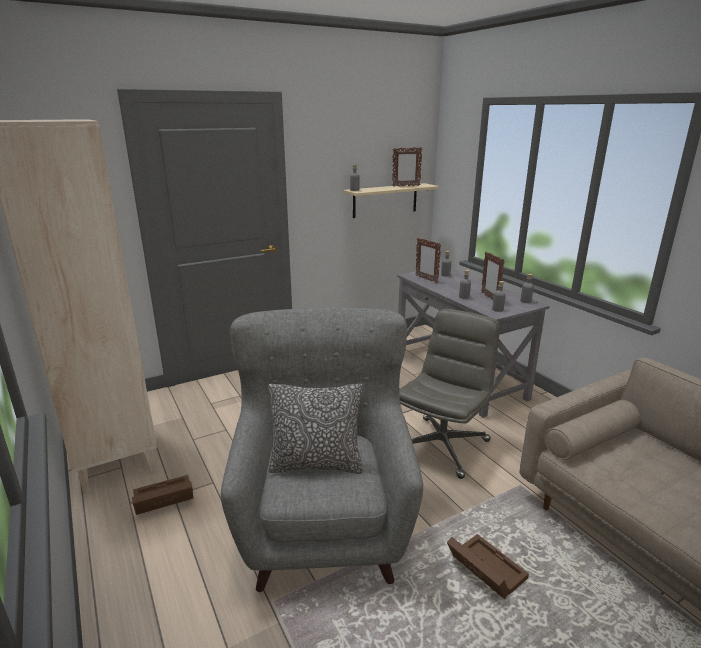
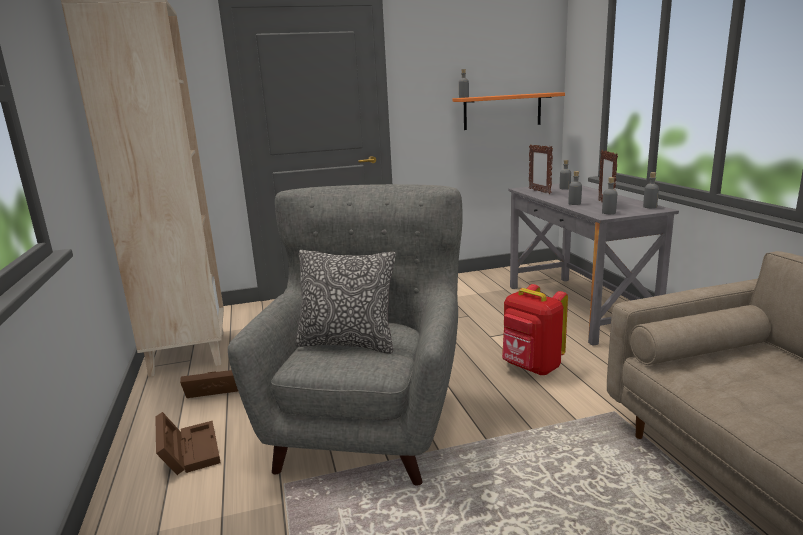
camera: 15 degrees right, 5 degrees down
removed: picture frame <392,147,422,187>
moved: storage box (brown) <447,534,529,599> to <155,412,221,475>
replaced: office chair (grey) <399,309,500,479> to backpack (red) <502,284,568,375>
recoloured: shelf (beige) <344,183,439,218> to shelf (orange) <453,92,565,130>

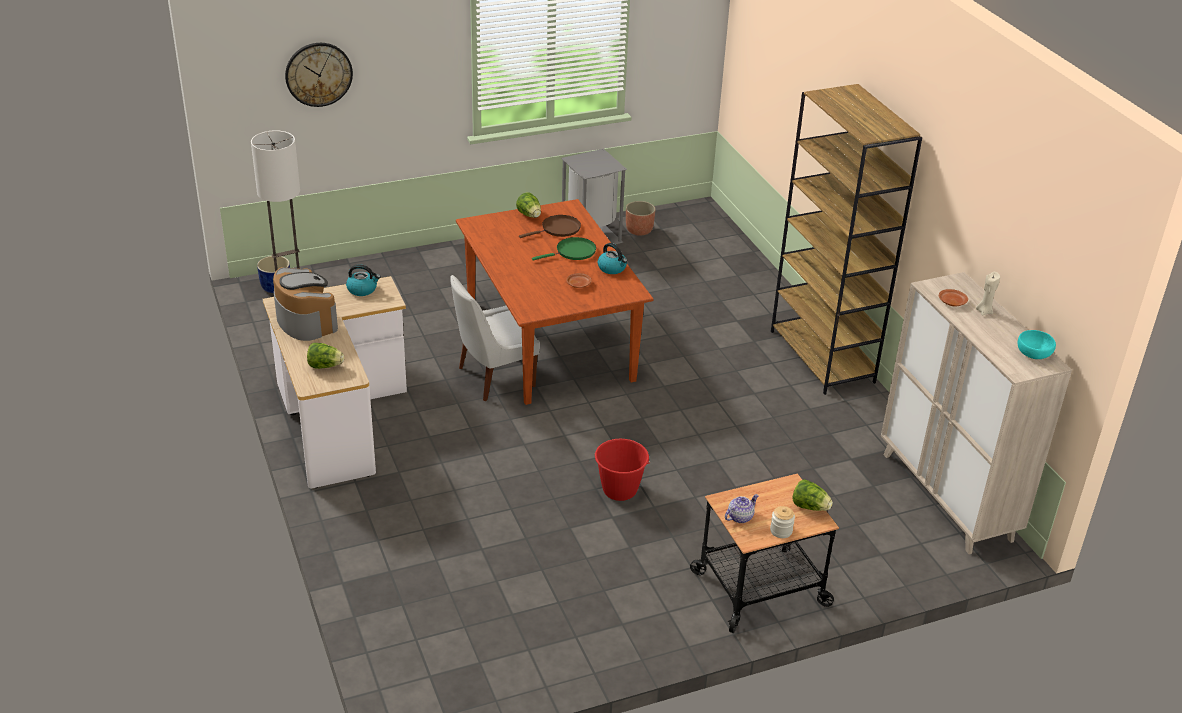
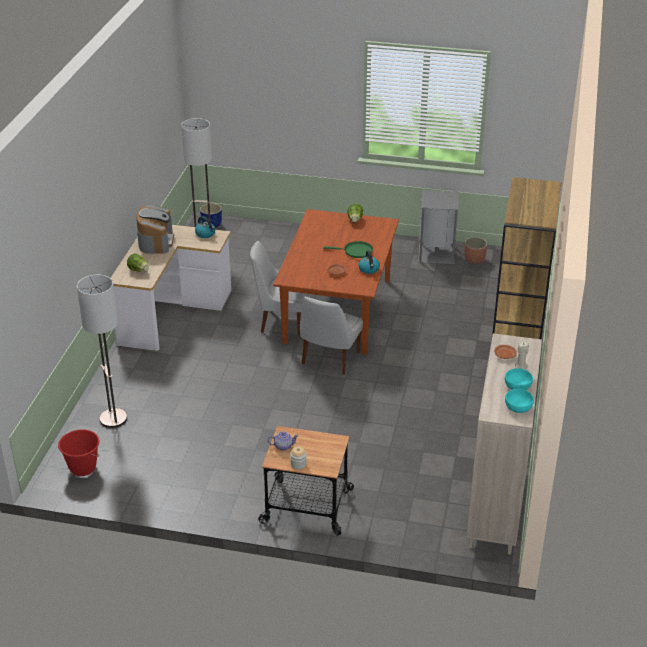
camera: 35 degrees right, 0 degrees up
removed: wall clock <285,43,353,107>; frying pan (brown) <519,215,581,238>; lettuce <792,479,833,511>
added: floor lamp <77,275,127,428>; chair (white) <300,296,363,375>; bowl (turquoise) <505,368,533,390>
moved: bucket (red) <594,439,650,501> to <58,429,100,476>

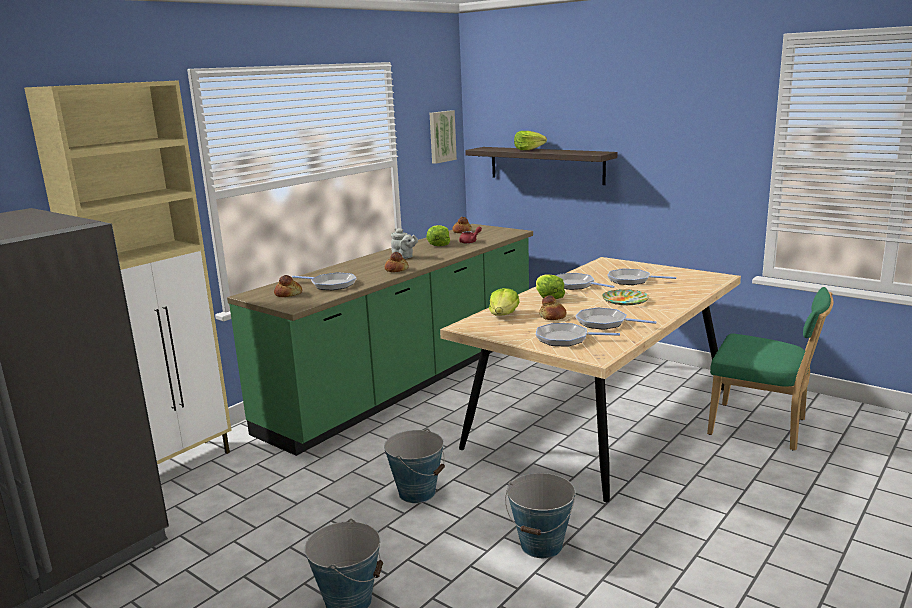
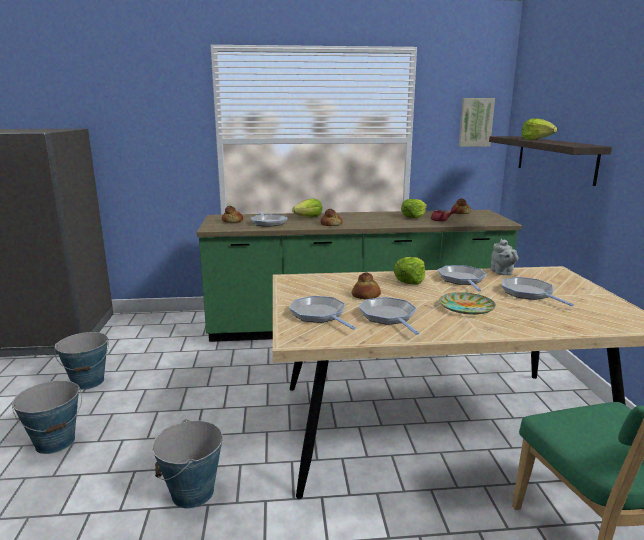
camera: 45 degrees right, 0 degrees up
removed: cabinet (beige) <24,80,232,465>
moved: bucket <384,429,445,503> to <55,332,109,390>; teapot (grey) <391,228,418,259> to <491,239,518,276>; lettuce <489,288,520,315> to <292,199,322,217>

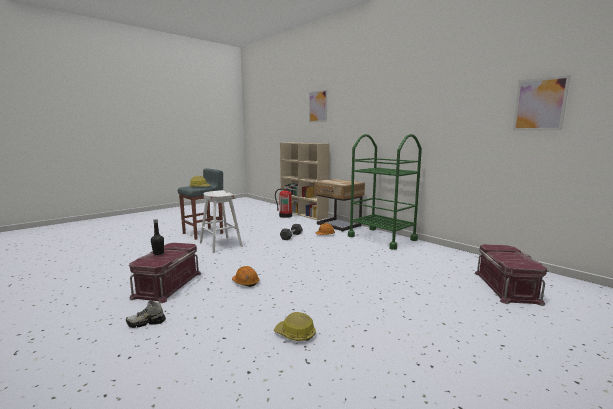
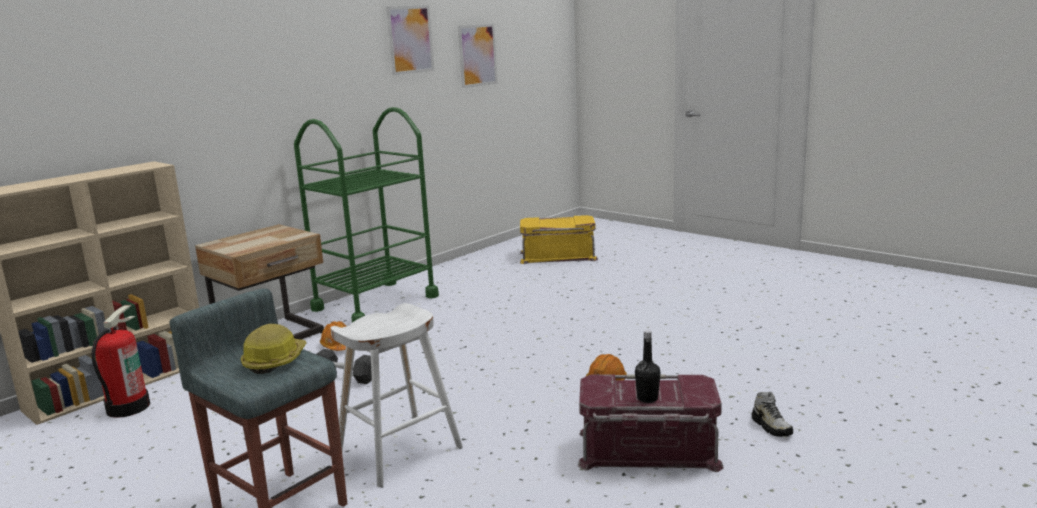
camera: 95 degrees left, 5 degrees up
removed: hard hat <274,312,316,341>
moved: picture <309,90,327,122> to <386,5,434,75>
recoloured: storage box (red) <474,244,549,306> to storage box (yellow) <520,215,598,264>

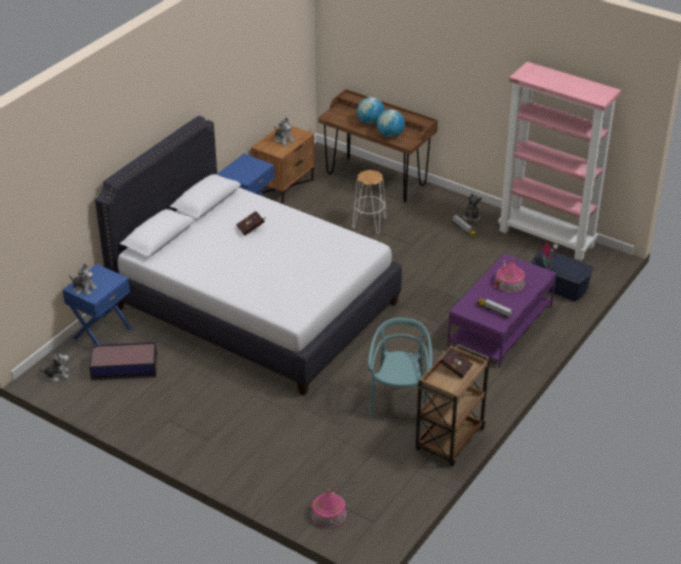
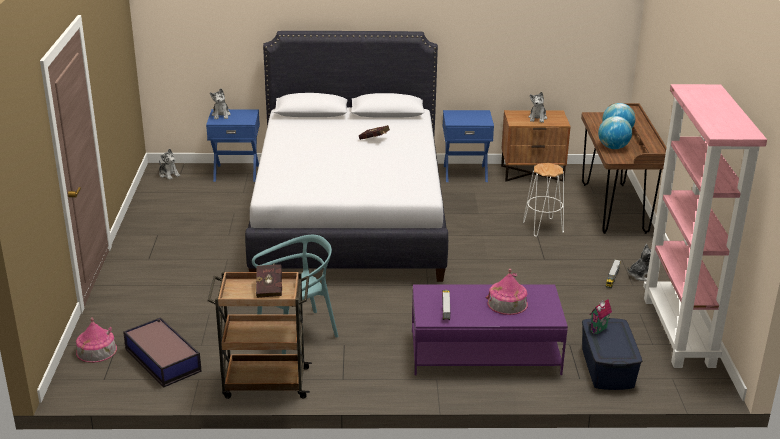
camera: 55 degrees right, 10 degrees down
moved: storage box <89,342,157,380> to <123,317,202,388>

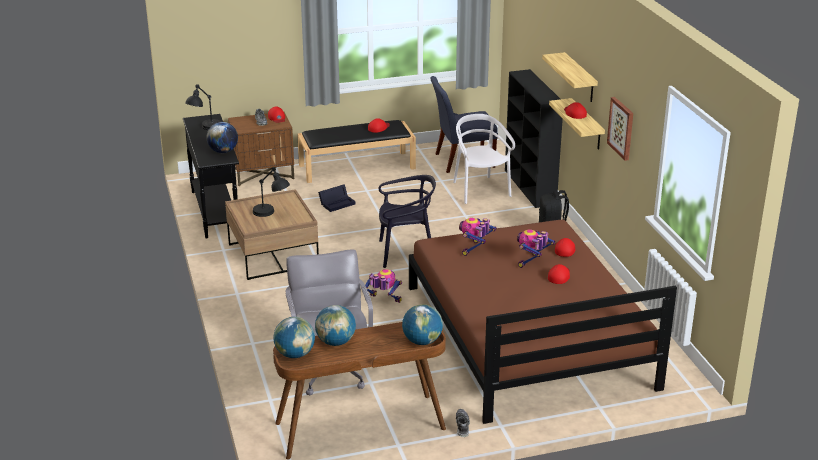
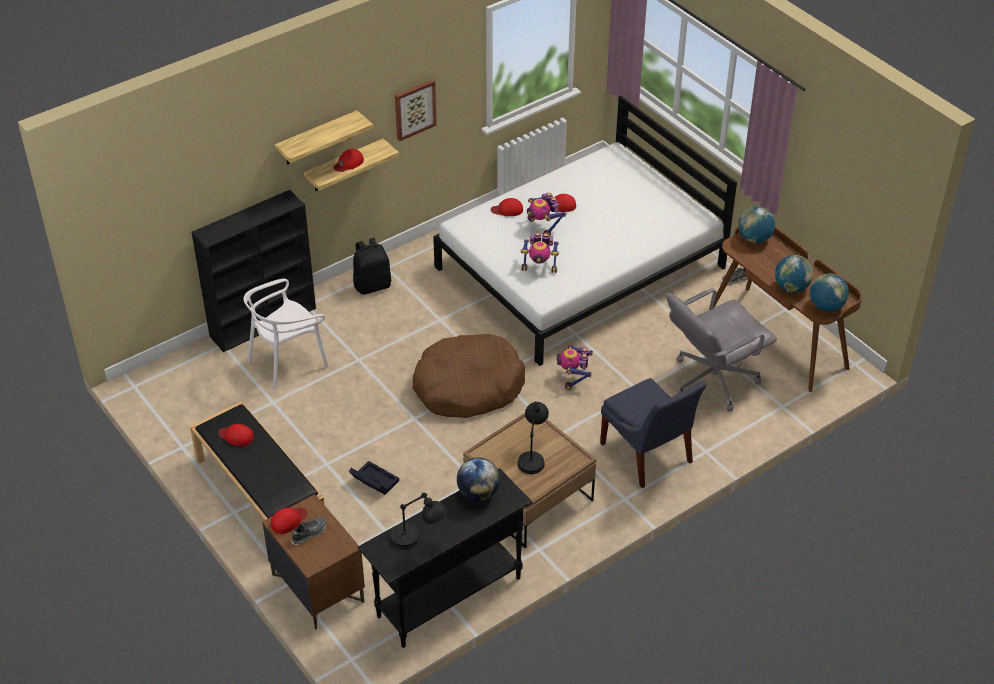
camera: 110 degrees left, 15 degrees up
moved: chair (blue) <430,76,498,173> to <600,378,707,488>
replaced: chair (black) <379,175,436,268> to dog bed (brown) <413,334,525,418>
recoloured: bed (brown) <409,220,677,424> to bed (white) <433,96,737,366>
turned: toy robot <517,230,556,268> = <527,192,566,237> 45 degrees clockwise

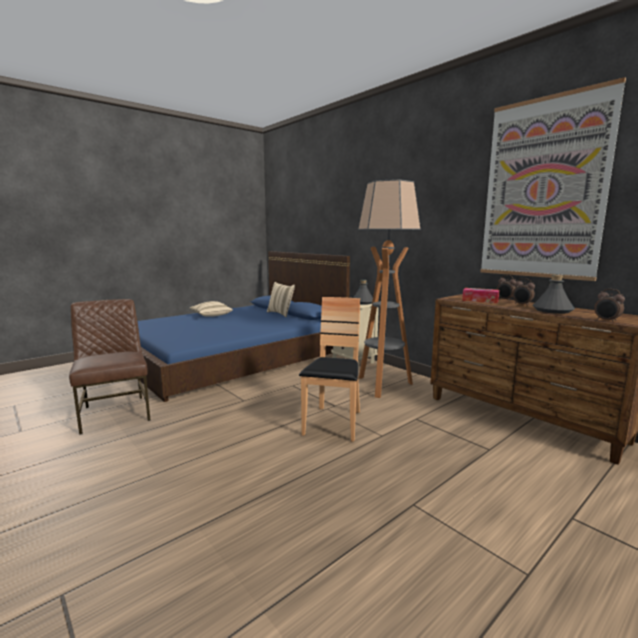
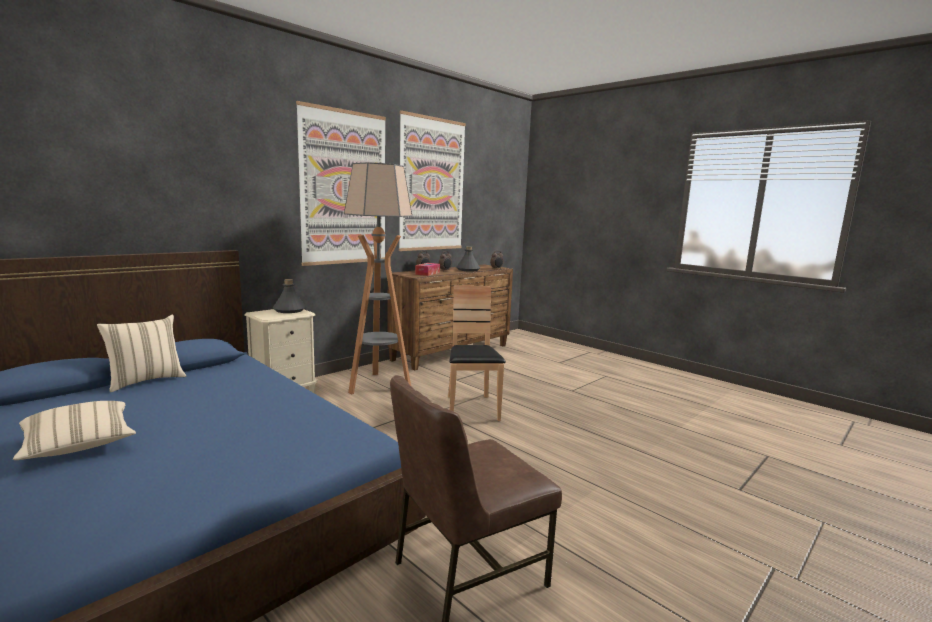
camera: 95 degrees left, 0 degrees up
added: picture <296,101,386,266>
turned: chair (brown) <299,297,360,442> = <448,285,506,421> 75 degrees clockwise

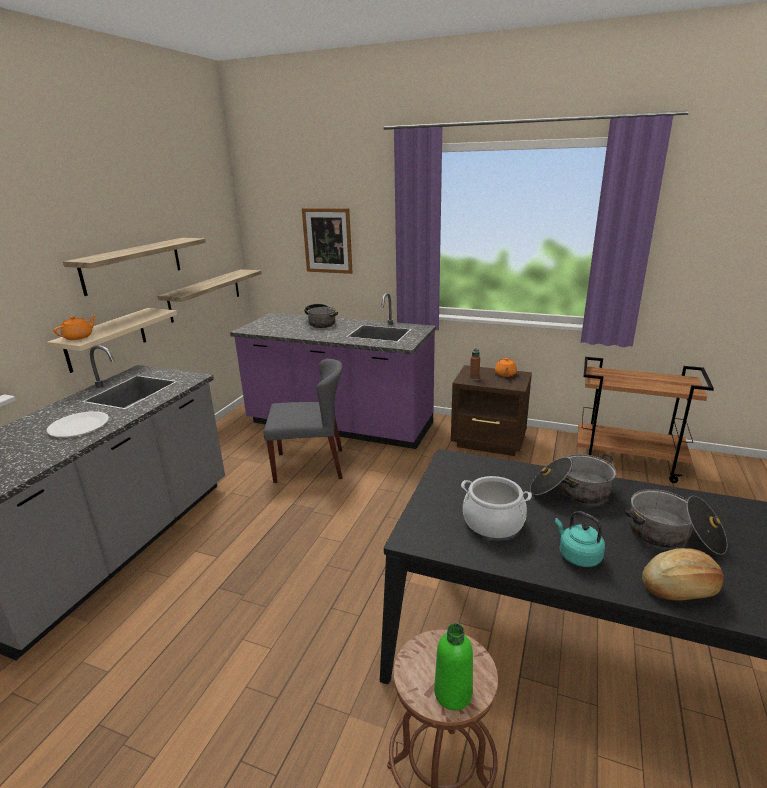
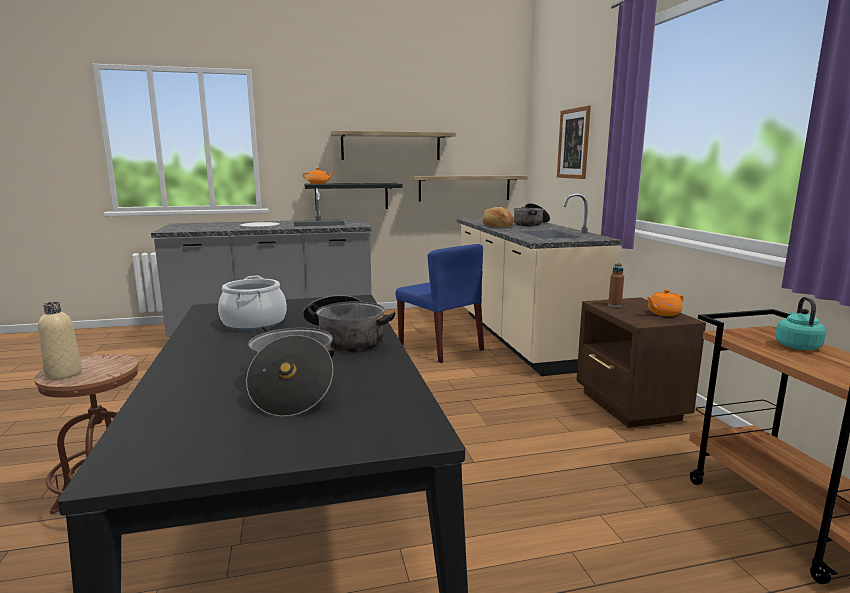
camera: 55 degrees right, 10 degrees down
moved: kettle (turquoise) <555,511,605,567> to <775,297,826,350>; bread <642,548,723,601> to <482,207,514,227>
recoloured: shelf (beige) <47,308,177,373> to shelf (black) <304,183,403,209>; counter (purple) <230,293,436,449> to counter (beige) <457,193,623,376>; chair (grey) <264,359,343,483> to chair (blue) <396,244,484,363>; bottle (green) <434,623,473,710> to bottle (beige) <38,302,82,380>

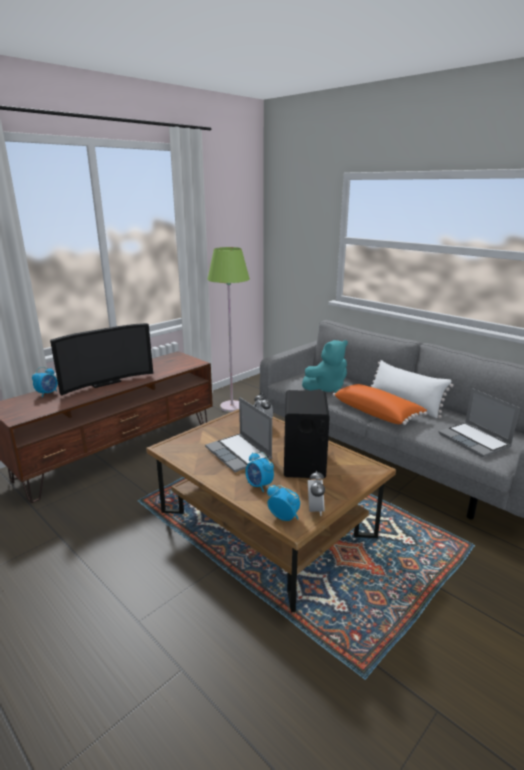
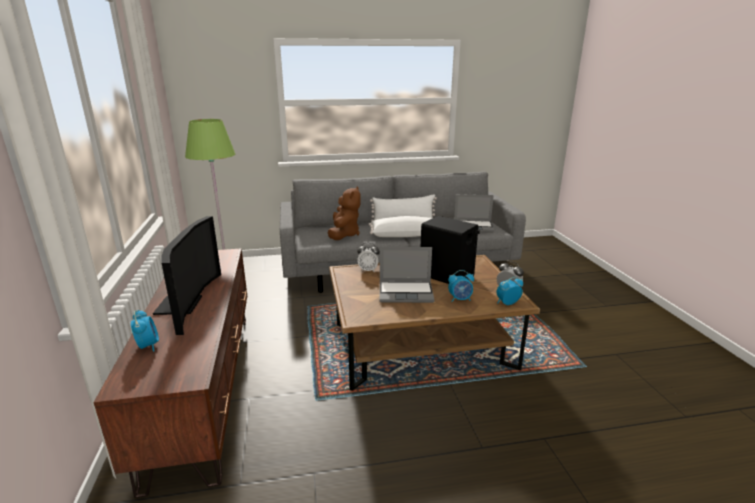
camera: 55 degrees left, 0 degrees up
recoloured: plush toy (turquoise) <302,340,348,393> to plush toy (brown) <328,186,361,240>; pillow (orange) <333,384,427,425> to pillow (white) <369,216,432,237>

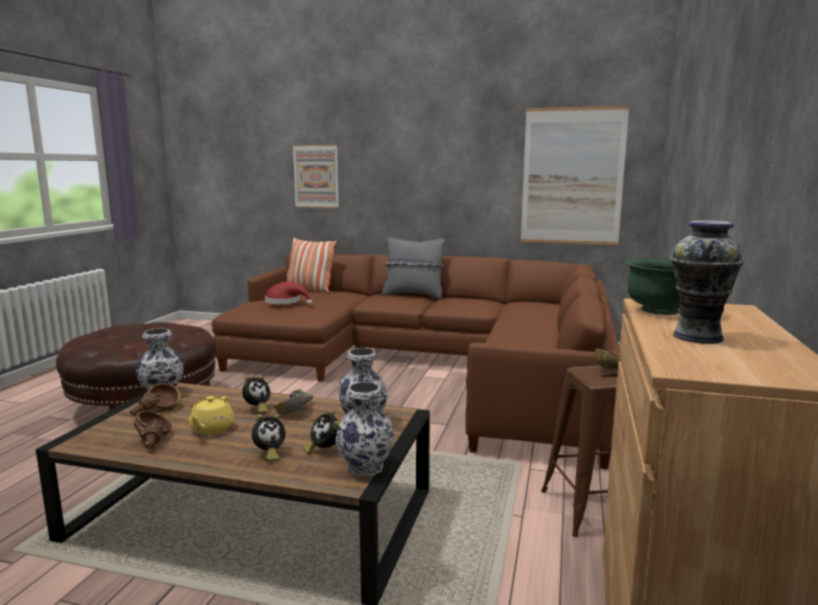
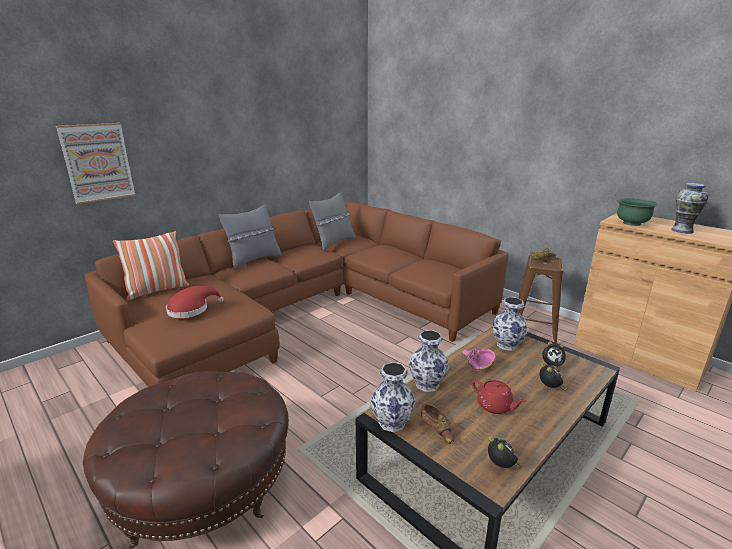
camera: 60 degrees left, 10 degrees up
removed: bowl (brown) <134,410,172,449>; picture <521,106,629,245>
added: pillow (grey) <309,193,355,251>
moved: alarm clock <242,376,270,414> to <488,436,522,468>; vase <335,382,394,476> to <409,330,449,392>
recoloured: teapot (yellow) <189,396,234,435> to teapot (red) <472,380,526,414>; bowl (grey) <273,389,313,415> to bowl (pink) <463,349,495,372>

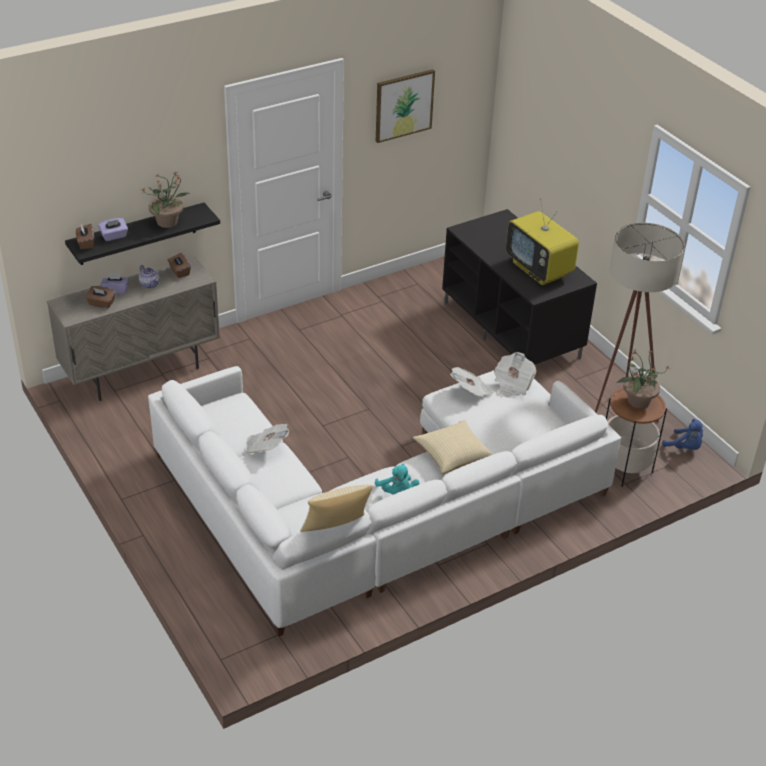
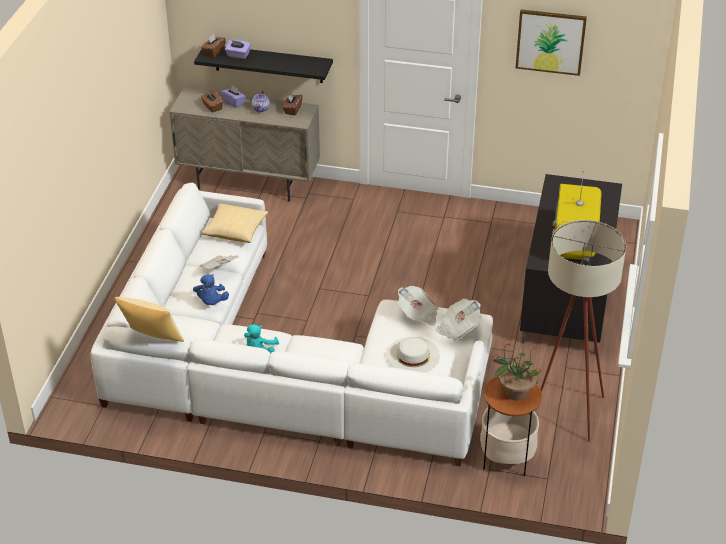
camera: 45 degrees right, 0 degrees up
removed: potted plant <142,171,191,228>
added: hat (white) <386,337,440,372>
moved: pillow <413,420,493,475> to <201,204,268,243>; plush toy (blue) <662,419,703,450> to <193,274,229,305>

